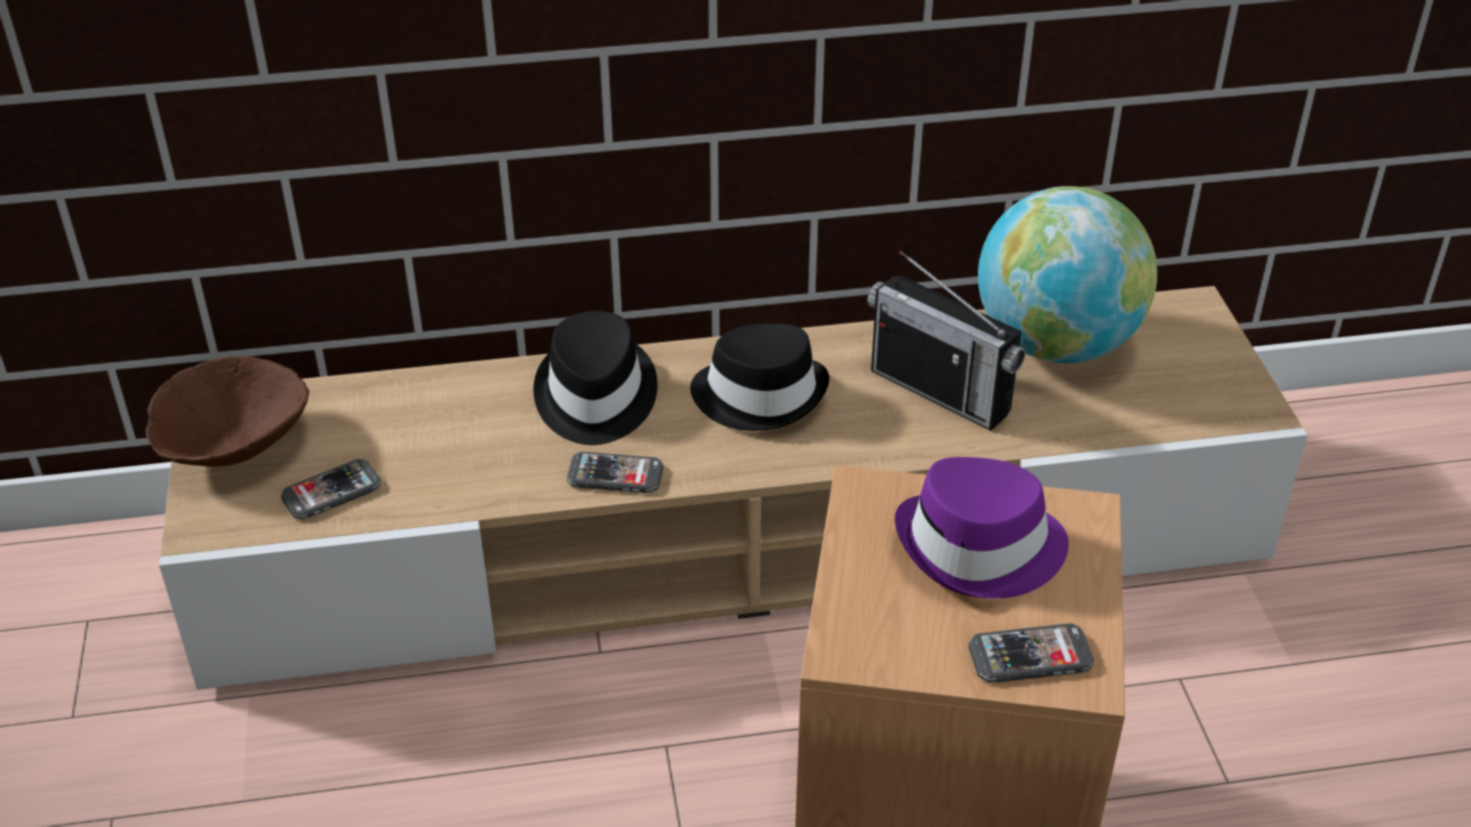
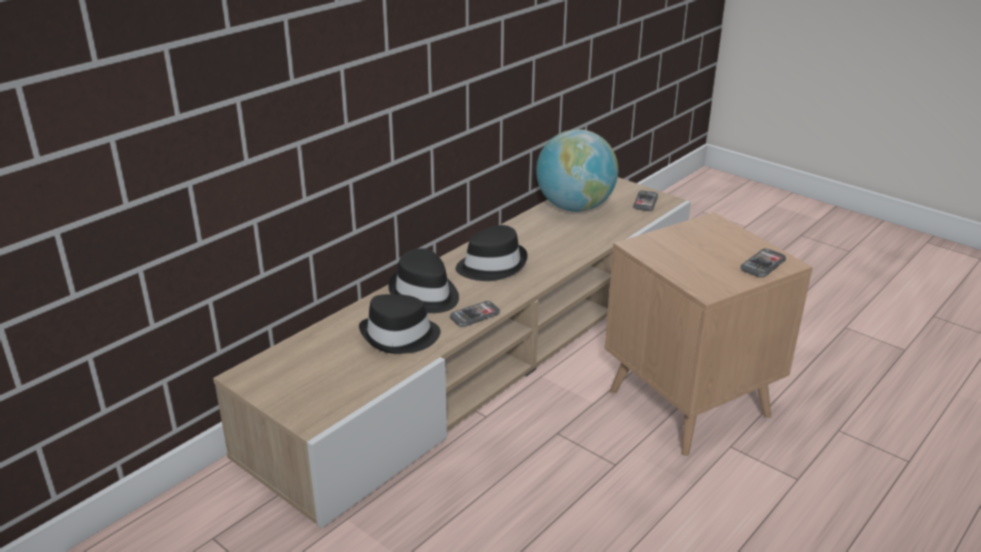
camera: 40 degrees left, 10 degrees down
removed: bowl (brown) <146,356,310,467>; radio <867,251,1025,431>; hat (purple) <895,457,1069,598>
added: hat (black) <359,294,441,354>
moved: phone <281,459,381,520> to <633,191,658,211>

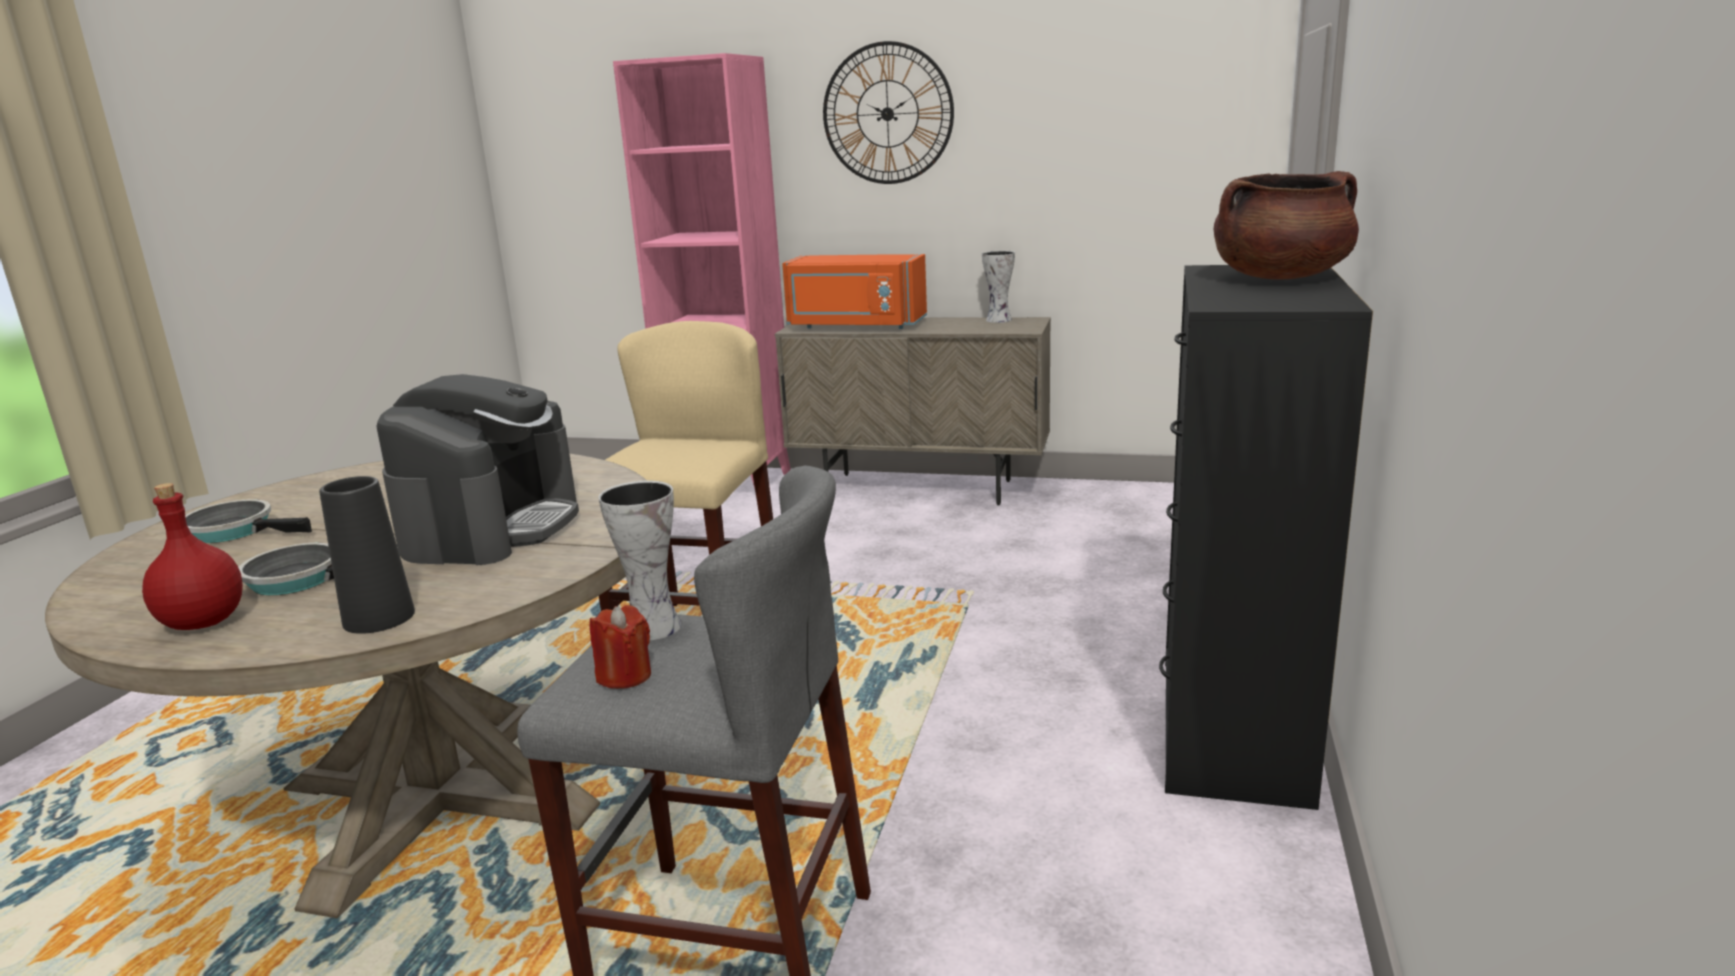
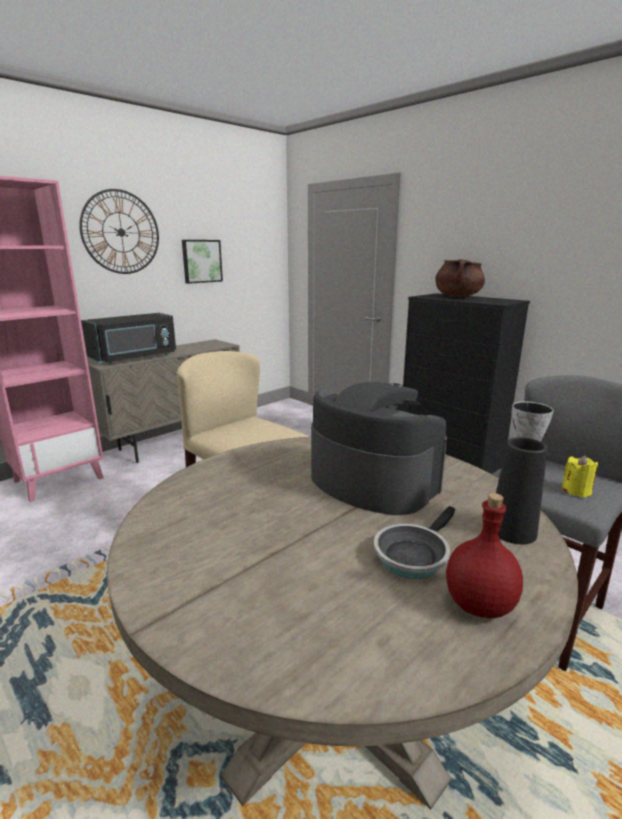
camera: 60 degrees left, 0 degrees up
removed: frying pan <185,499,312,543>; vase <982,251,1015,323>
added: picture <182,240,223,284>
recoloured: candle (red) <590,605,651,689> to candle (yellow) <561,456,598,498>; microwave (orange) <782,254,927,329> to microwave (black) <81,313,176,364>

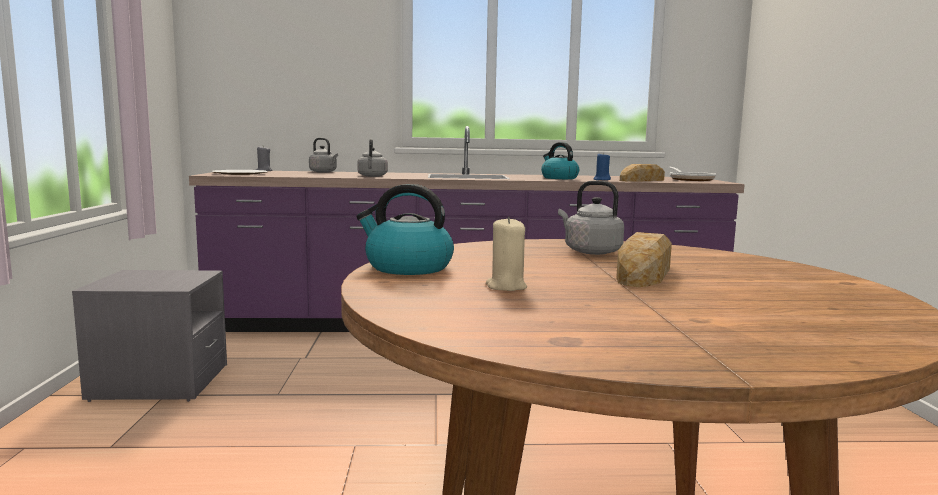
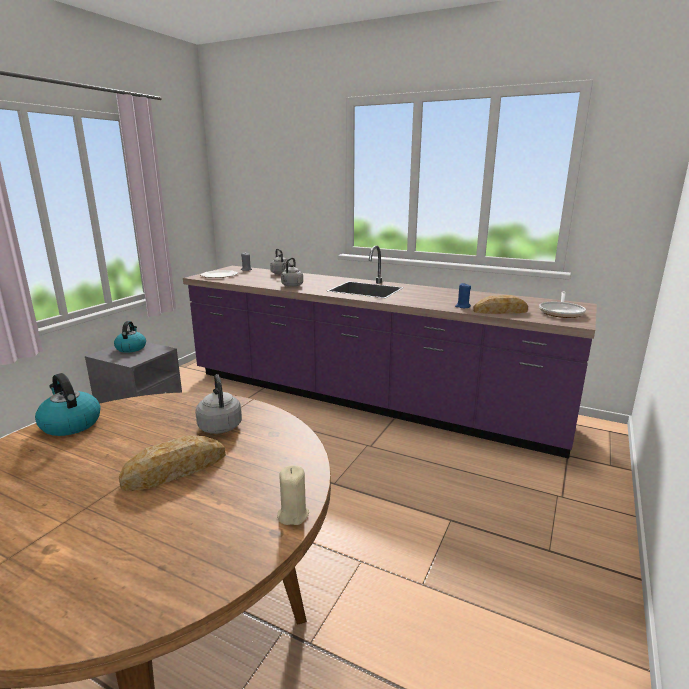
camera: 30 degrees right, 10 degrees up
moved: candle (beige) <486,216,527,291> to <277,465,309,525>; kettle <541,142,579,179> to <114,321,146,353>

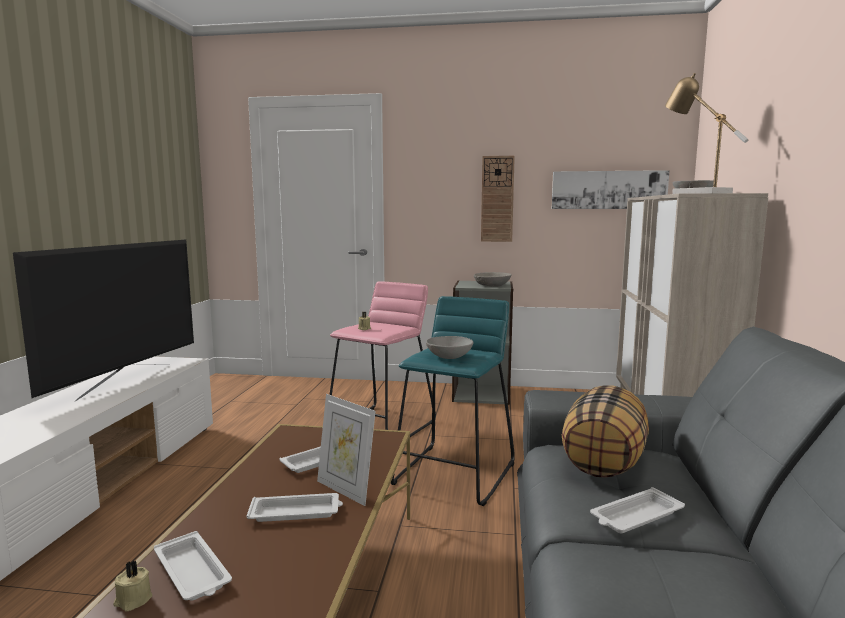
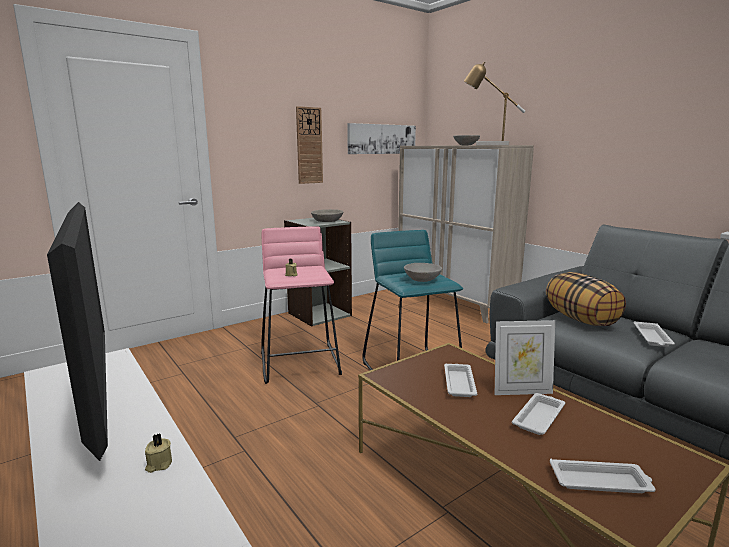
camera: 45 degrees left, 5 degrees up
moved: candle (beige) <113,560,152,611> to <145,433,172,473>

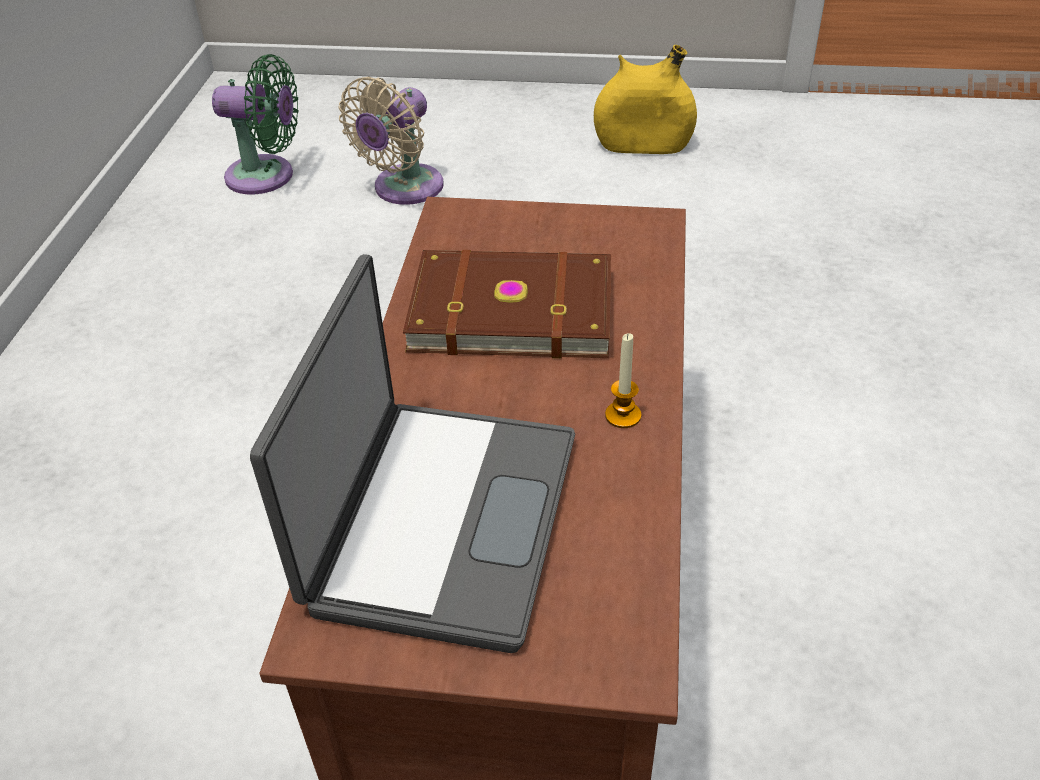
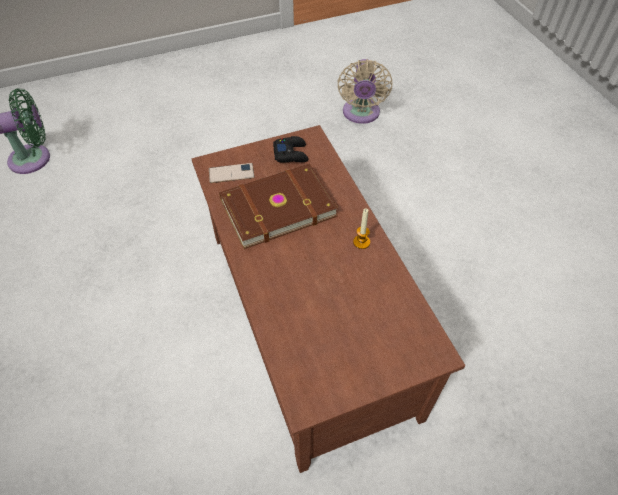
camera: 30 degrees left, 10 degrees up
removed: laptop <250,254,575,653>; vase (yellow) <594,45,697,154>
added: phone <209,163,254,183>; game controller (black) <273,136,308,163>
moved: fan (beige) <339,76,443,205> to <337,59,392,124>

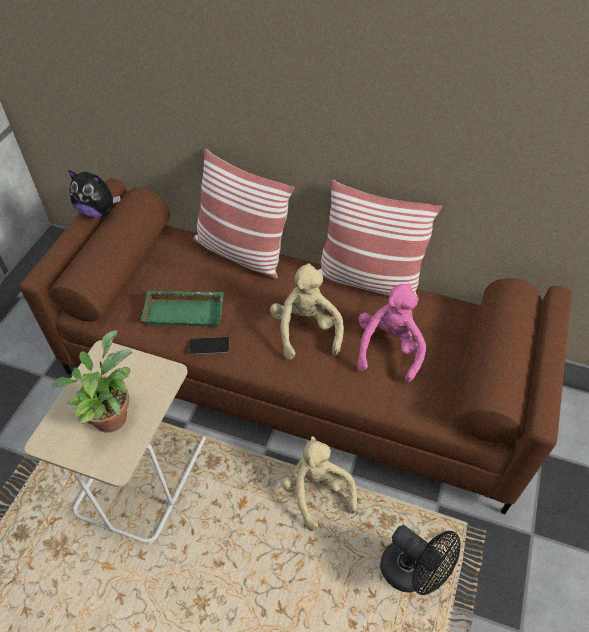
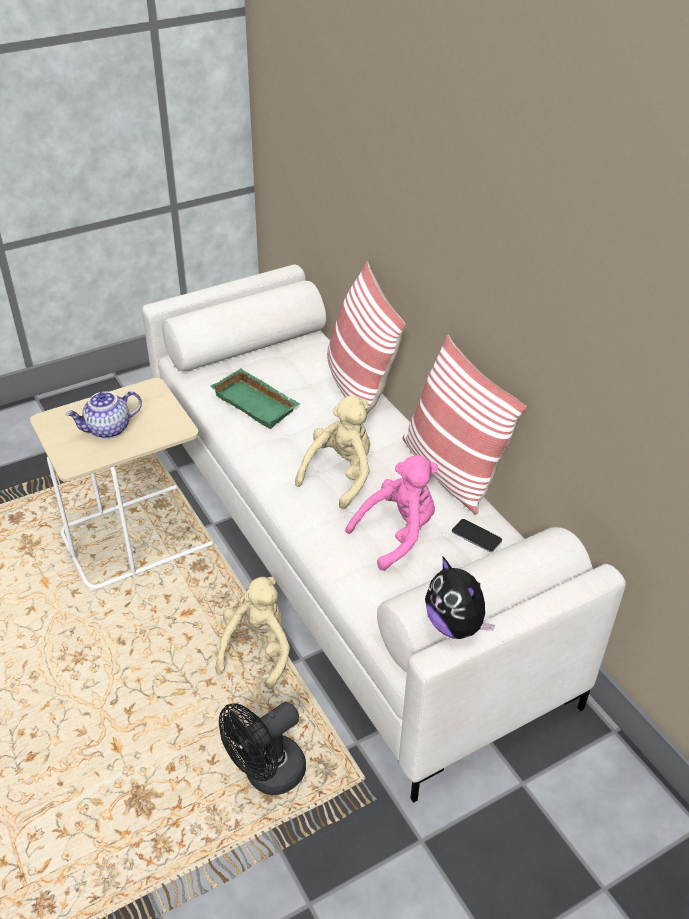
camera: 40 degrees right, 10 degrees down
moved: plush toy <67,169,121,218> to <425,556,495,639>; phone <189,337,229,355> to <452,519,502,552>
replaced: potted plant <52,330,132,432> to teapot <66,391,142,439>
recoloured: sofa (brown) <20,179,572,514> to sofa (white) <142,265,626,803>
turned: fan (black) <380,525,461,595> = <219,702,306,795> 60 degrees clockwise

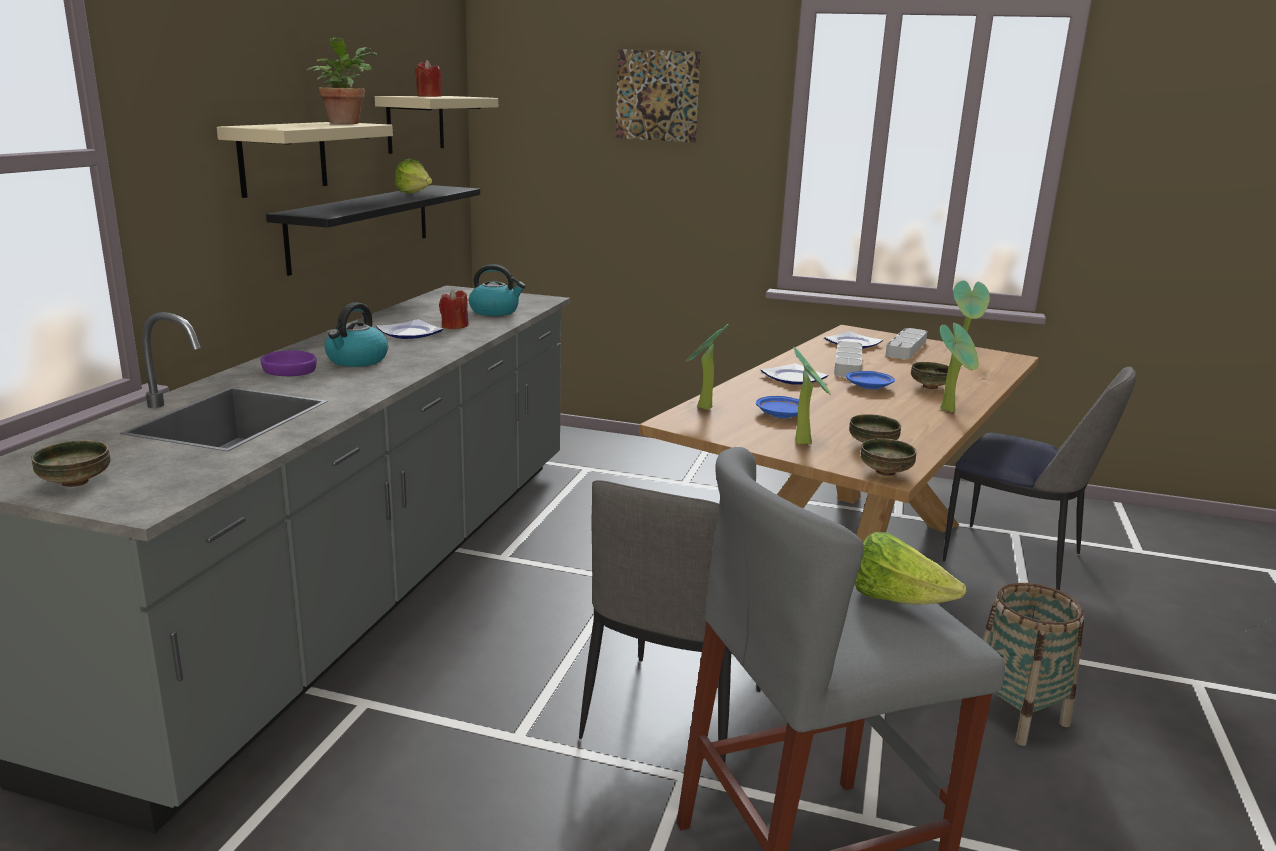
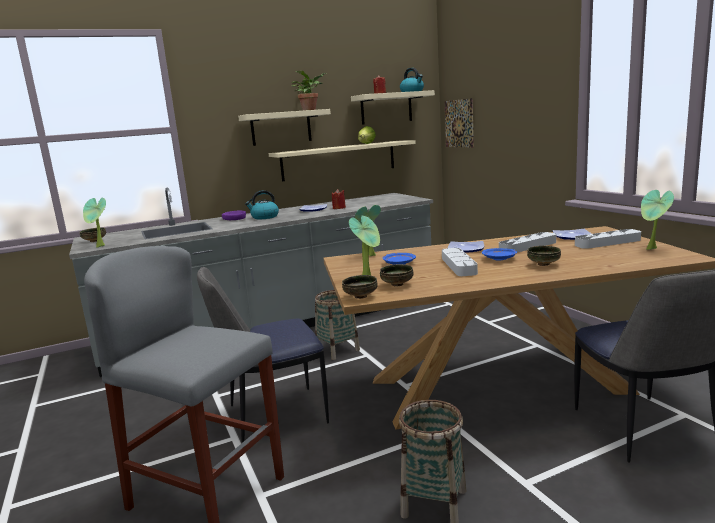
camera: 50 degrees right, 5 degrees down
removed: lettuce <855,532,966,604>
added: basket <315,290,360,360>; tray (grey) <442,248,478,276>
moved: kettle <469,264,526,316> to <400,68,424,92>; picture <616,49,701,142> to <445,98,474,148>; potted plant <940,323,979,412> to <83,198,106,248>
recoloured: shelf (black) <266,185,480,276> to shelf (beige) <268,140,415,181>

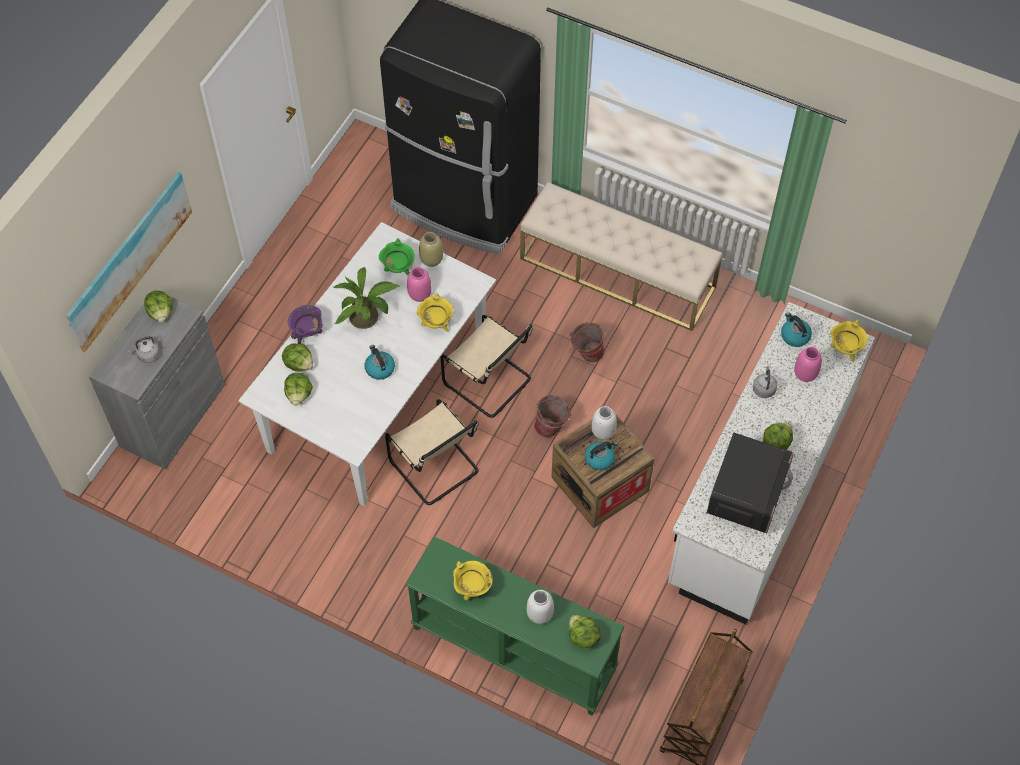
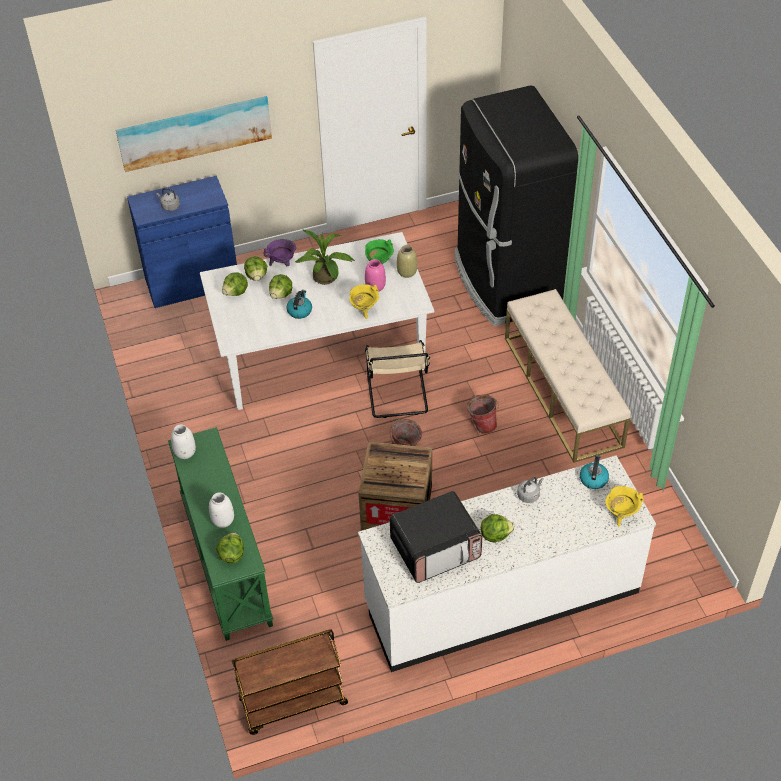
camera: 45 degrees right, 10 degrees down
removed: chair (beige) <385,399,478,505>; cooking pot (yellow) <453,561,493,600>; kettle <585,441,618,470>; vase (pink) <794,347,822,382>
moved: lettuce <144,291,173,322> to <269,274,292,299>; vase (white) <592,406,617,440> to <171,425,196,459>
recoloured: cabinet (grey) <89,290,225,469> to cabinet (blue) <127,176,237,308>

